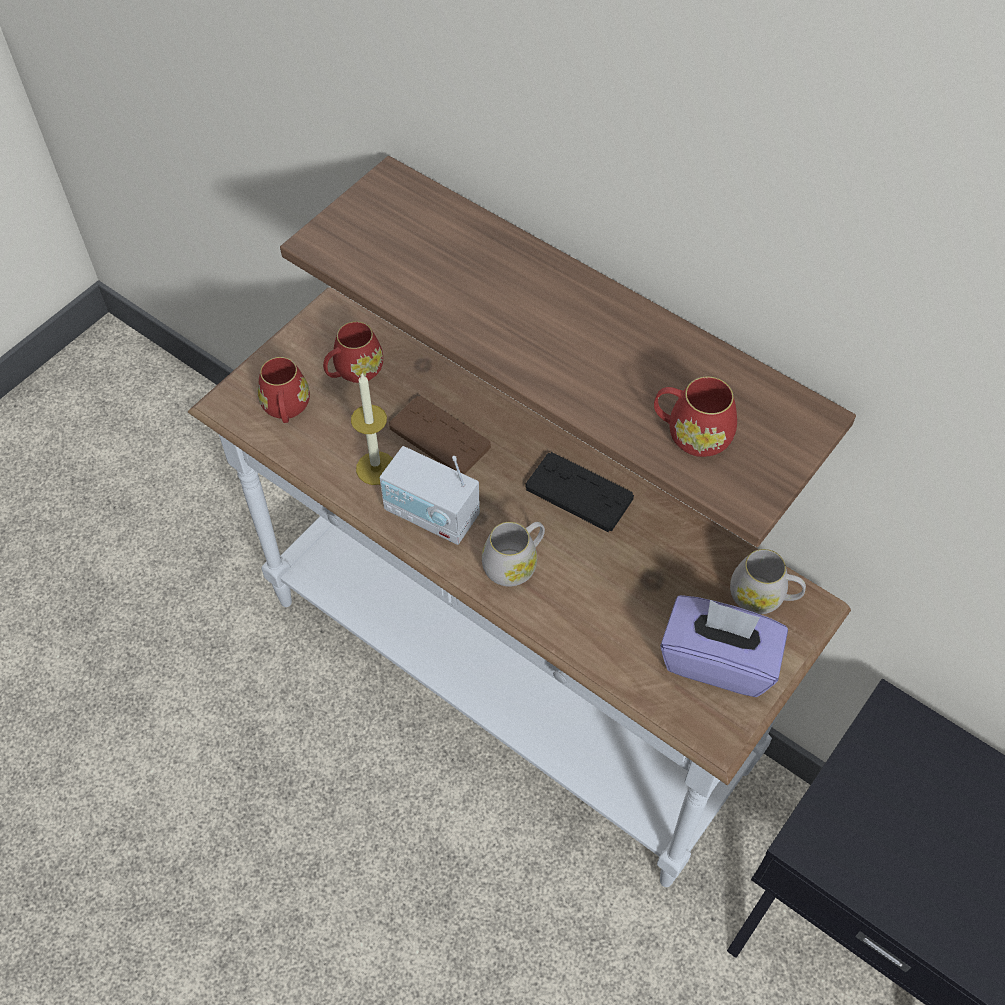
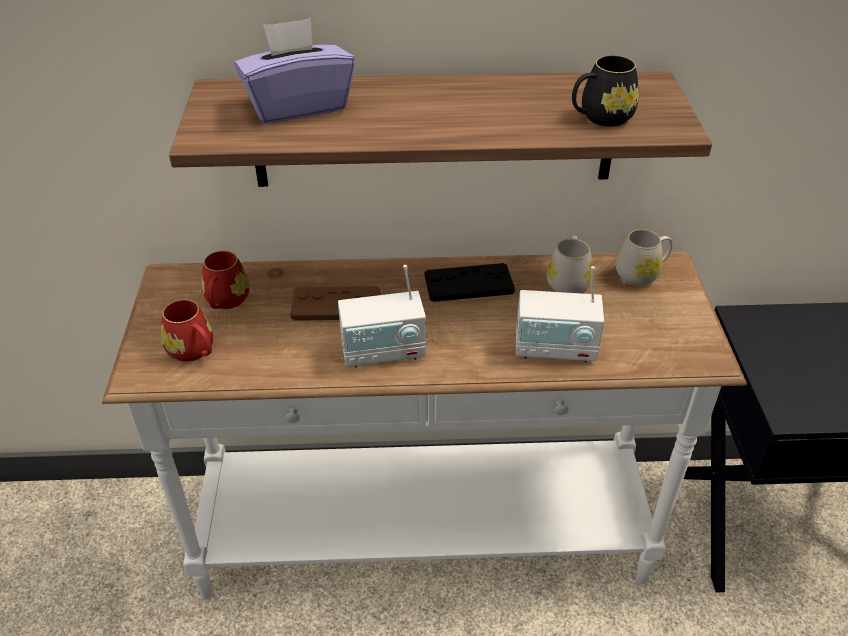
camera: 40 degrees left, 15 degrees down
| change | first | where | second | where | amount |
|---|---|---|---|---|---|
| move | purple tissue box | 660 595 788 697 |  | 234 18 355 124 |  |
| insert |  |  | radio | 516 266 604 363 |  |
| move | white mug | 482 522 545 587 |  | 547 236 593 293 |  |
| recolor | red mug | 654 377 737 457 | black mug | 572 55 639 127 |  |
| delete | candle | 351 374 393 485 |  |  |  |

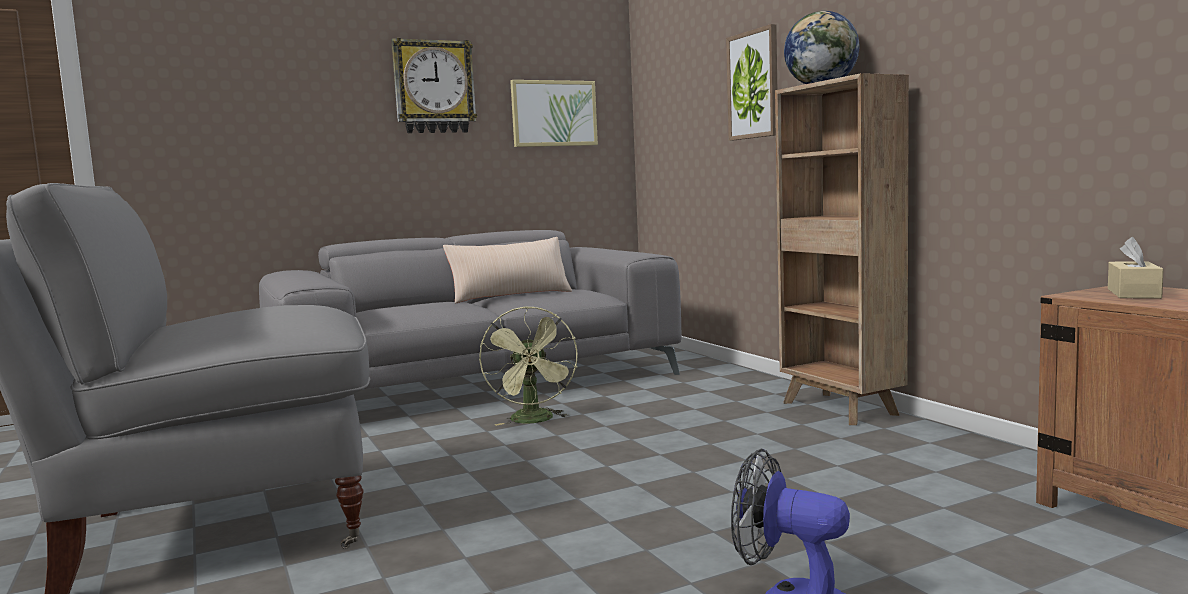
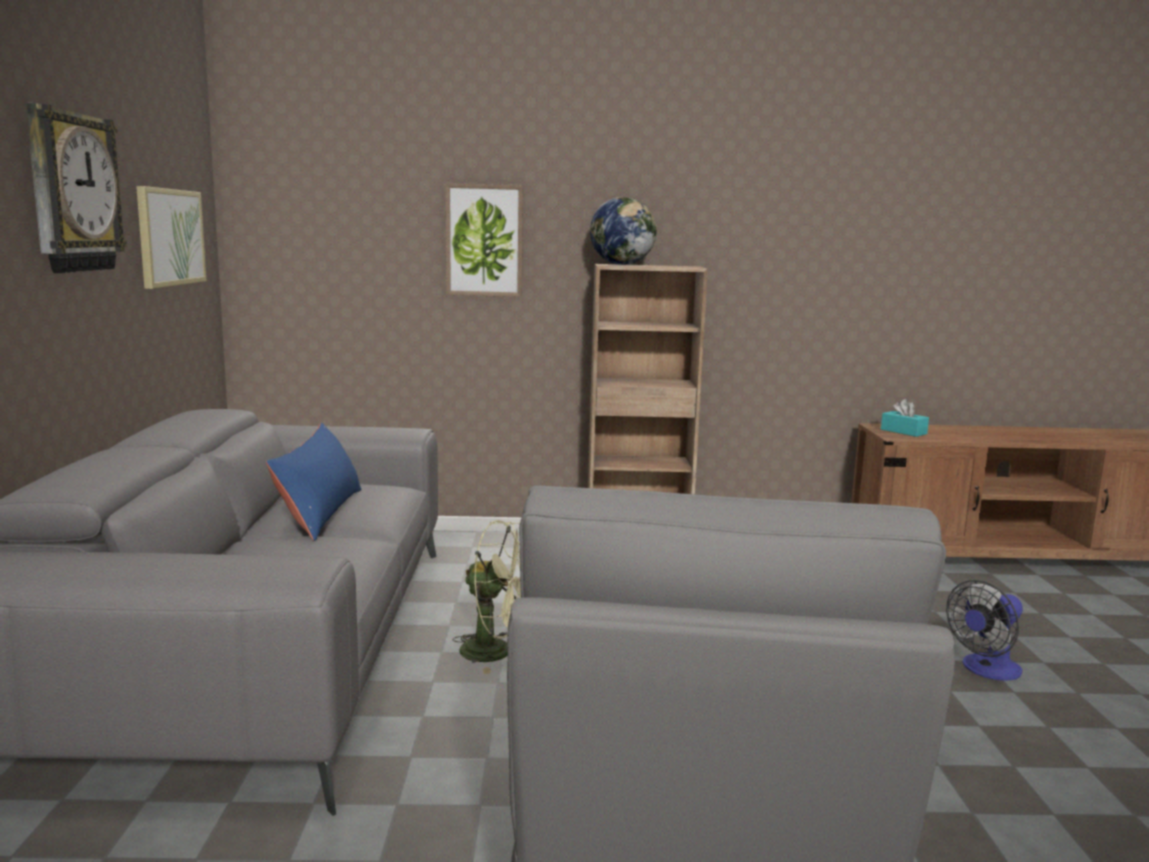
camera: 65 degrees left, 5 degrees up
| change | first | where | second | where | amount |
|---|---|---|---|---|---|
| recolor | beige pillow | 443 237 572 303 | blue pillow | 266 423 361 541 |  |
| recolor | beige tissue box | 1108 237 1164 299 | turquoise tissue box | 881 399 929 437 |  |

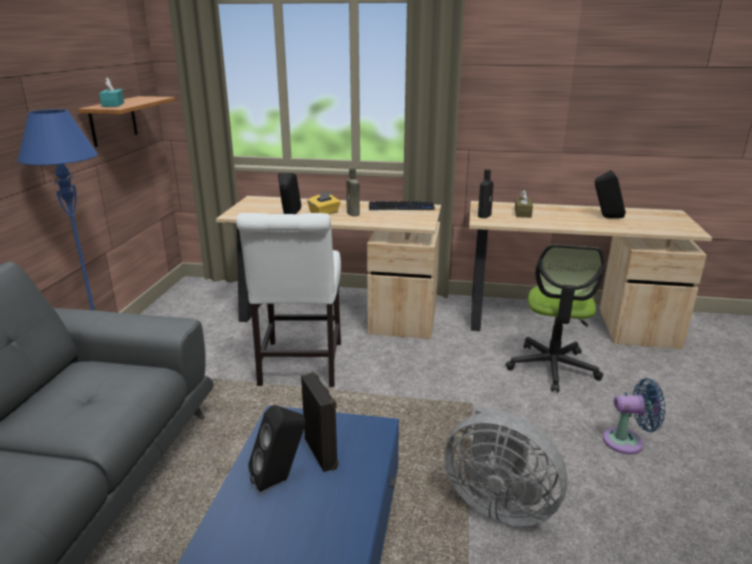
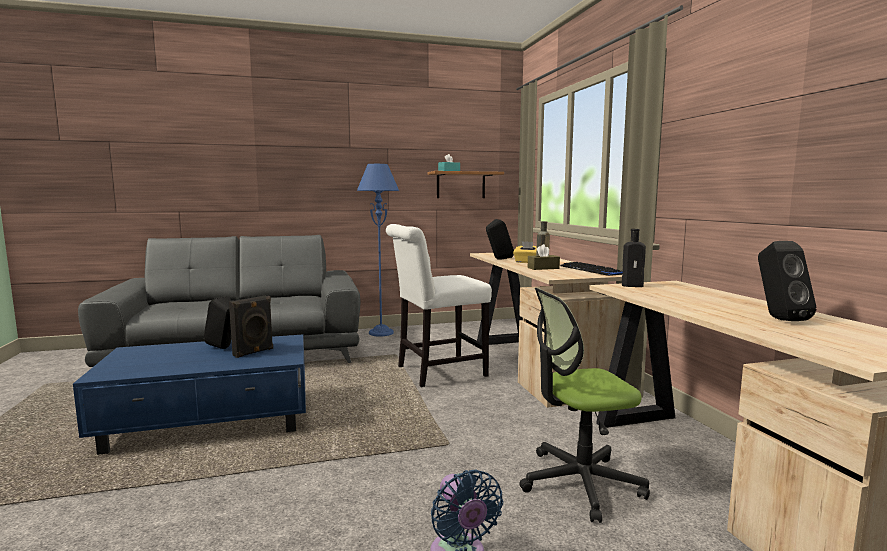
camera: 65 degrees right, 15 degrees down
| change | first | where | second | where | amount |
|---|---|---|---|---|---|
| move | brown tissue box | 515 190 533 218 |  | 528 244 560 270 |  |
| delete | grey fan | 444 405 568 526 |  |  |  |

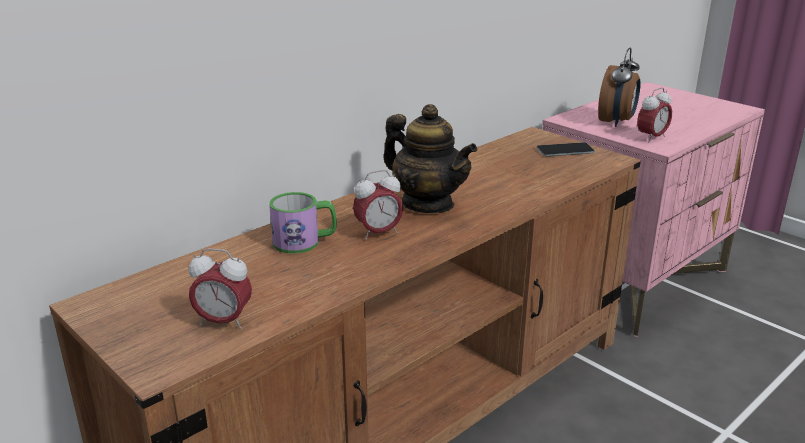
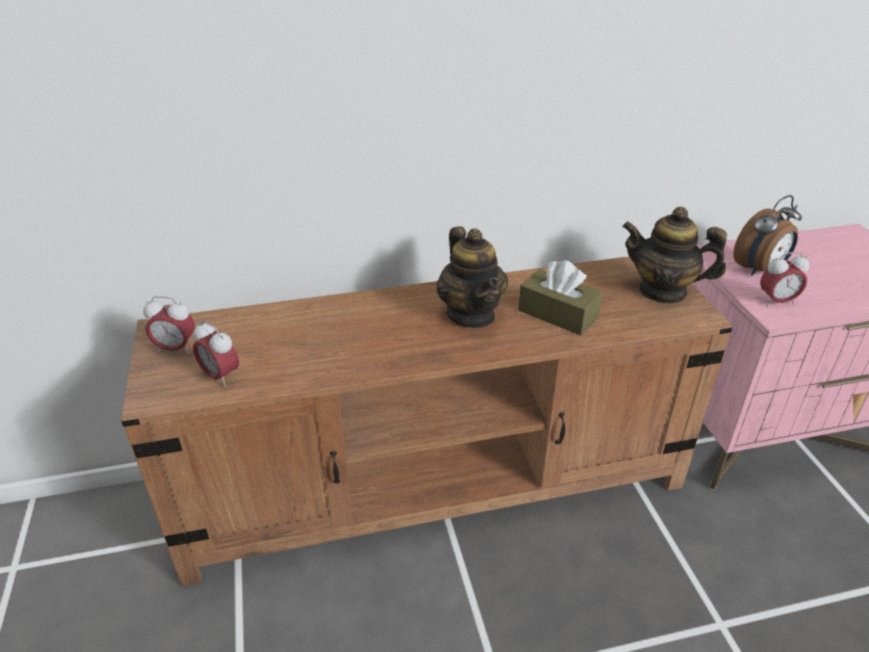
camera: 30 degrees right, 10 degrees up
| change | first | where | second | where | amount |
|---|---|---|---|---|---|
| move | alarm clock | 353 170 403 240 |  | 143 296 195 354 |  |
| insert |  |  | brown tissue box | 518 260 603 335 |  |
| replace | phone | 537 142 594 156 | teapot | 622 207 727 304 |  |
| delete | mug | 269 192 337 254 |  |  |  |

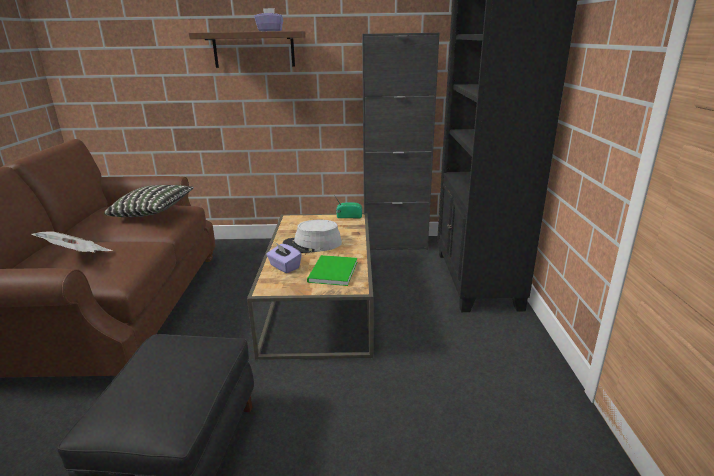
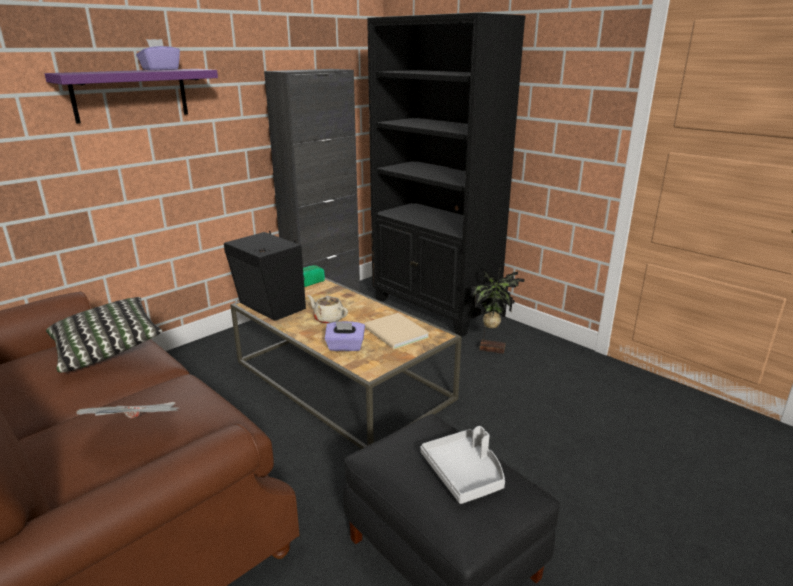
camera: 45 degrees left, 0 degrees up
| change | first | where | second | where | amount |
|---|---|---|---|---|---|
| recolor | brown shelf | 189 31 305 68 | purple shelf | 45 69 218 124 |  |
| insert |  |  | black speaker | 224 231 306 321 |  |
| replace | grey hat | 283 220 342 253 | beige teapot | 307 295 348 324 |  |
| recolor | green book | 307 255 357 286 | beige book | 364 313 429 349 |  |
| insert |  |  | grey tray | 420 426 505 504 |  |
| insert |  |  | potted plant | 470 268 525 354 |  |

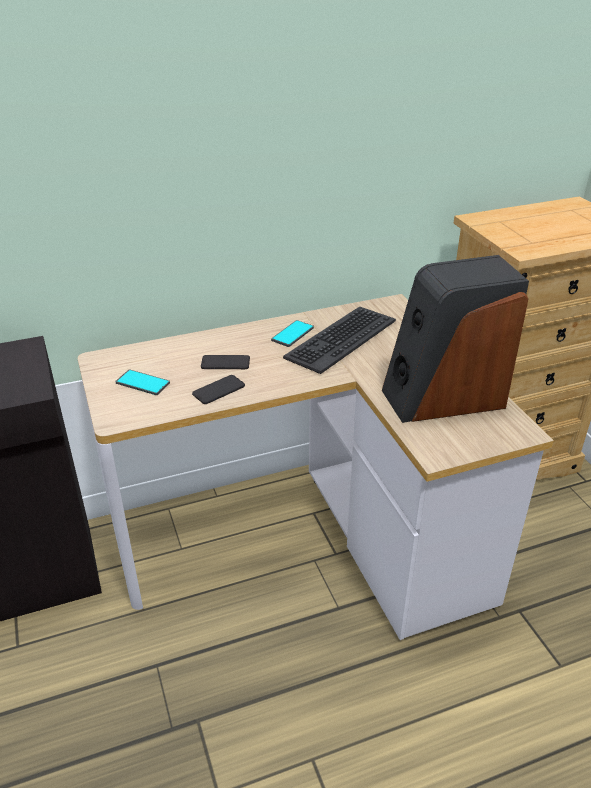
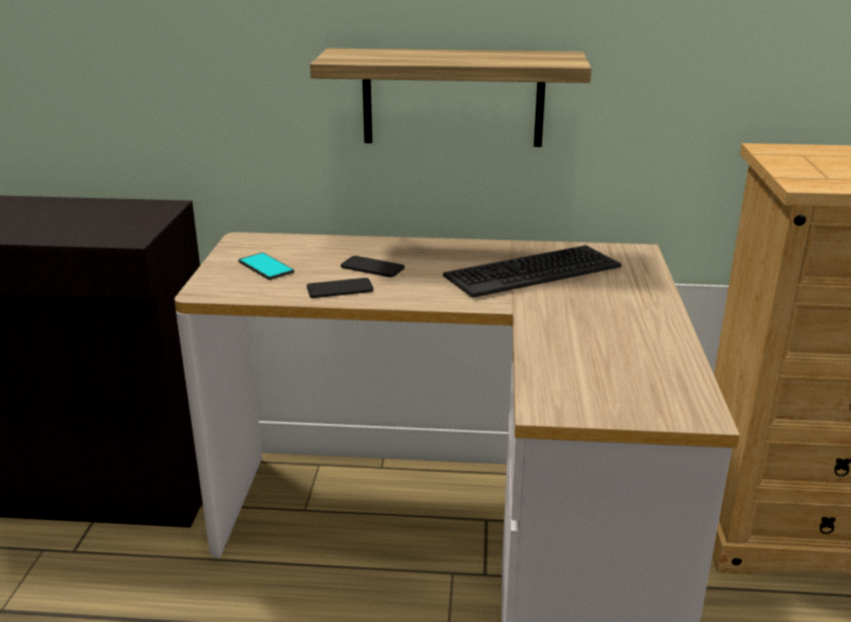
camera: 25 degrees right, 10 degrees down
| change | first | where | second | where | amount |
|---|---|---|---|---|---|
| insert |  |  | shelf | 310 48 592 147 |  |
| delete | phone | 271 320 314 347 |  |  |  |
| delete | speaker | 382 255 529 423 |  |  |  |

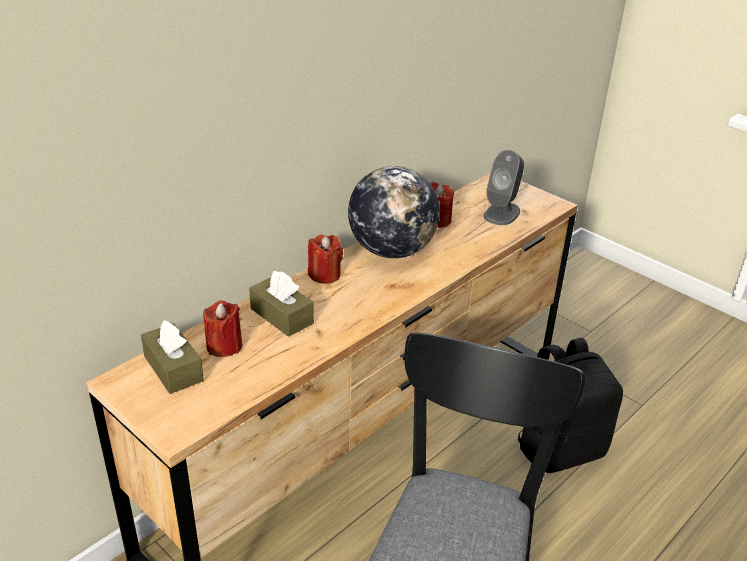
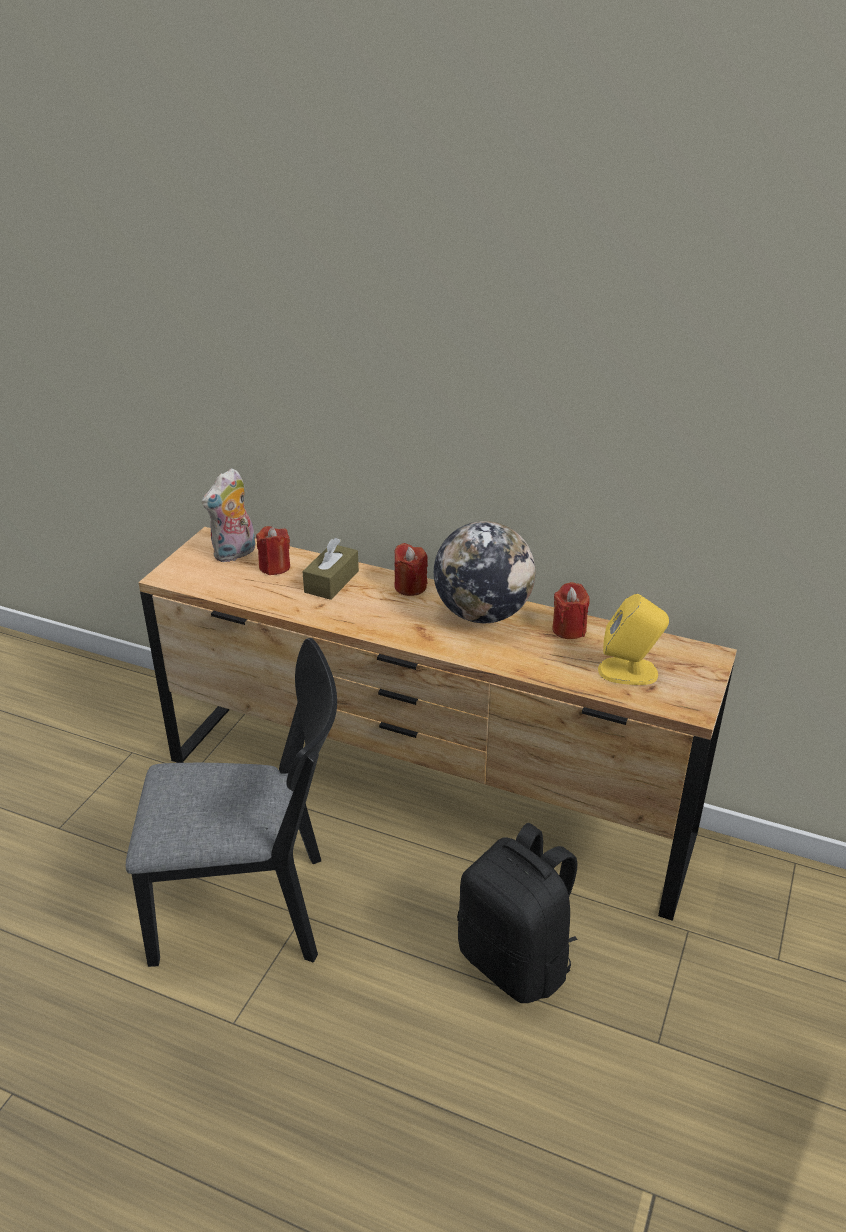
camera: 70 degrees right, 0 degrees up
| change | first | where | second | where | amount |
|---|---|---|---|---|---|
| replace | brown tissue box | 141 320 204 394 | plush toy | 202 468 256 562 |  |
| recolor | grey speaker | 484 150 524 225 | yellow speaker | 598 594 669 685 |  |

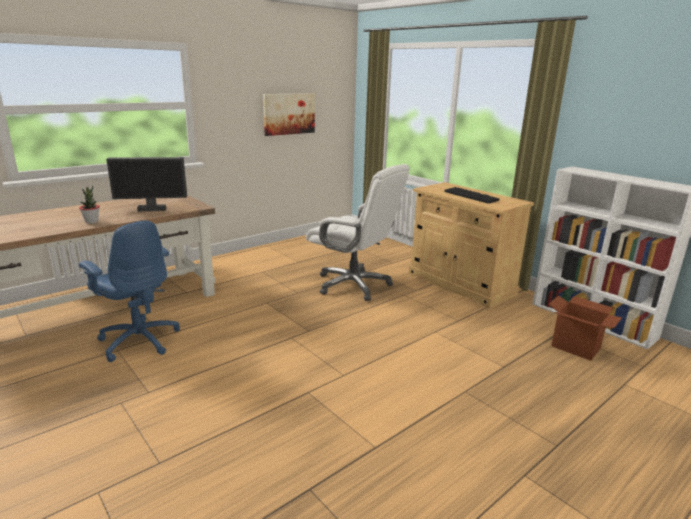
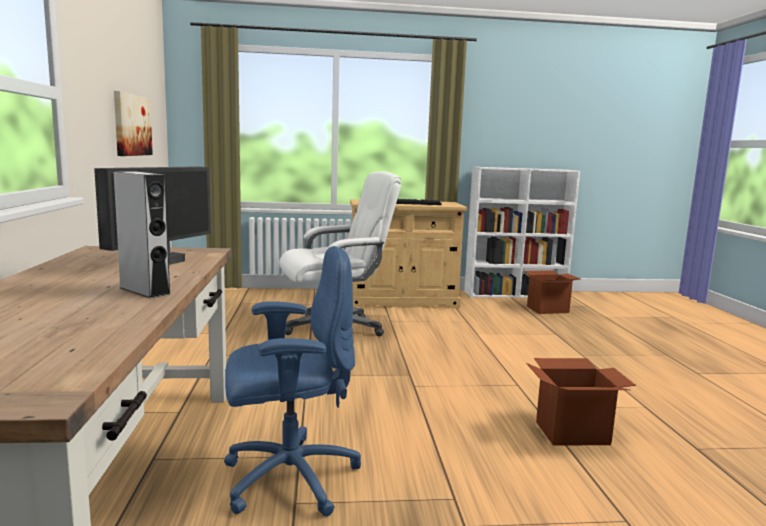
camera: 55 degrees left, 10 degrees down
| change | first | where | second | where | amount |
|---|---|---|---|---|---|
| replace | potted plant | 79 186 100 224 | grey speaker | 114 171 170 298 |  |
| insert |  |  | cardboard box | 526 358 636 446 |  |

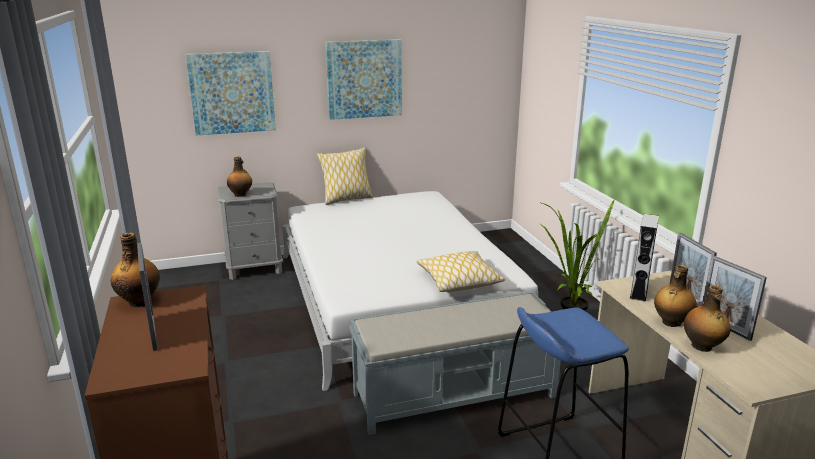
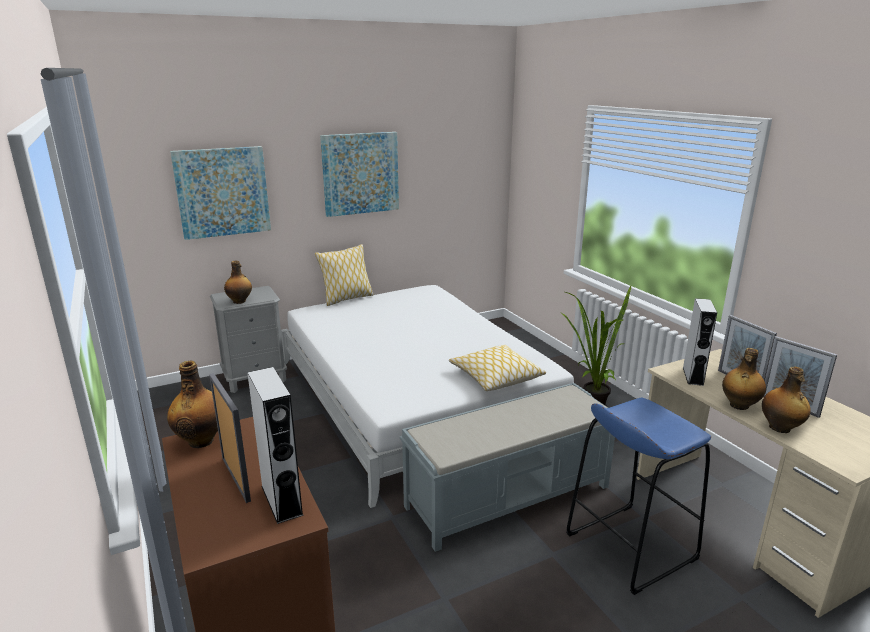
camera: 10 degrees left, 0 degrees up
| change | first | where | second | where | amount |
|---|---|---|---|---|---|
| insert |  |  | grey speaker | 247 367 304 524 |  |

